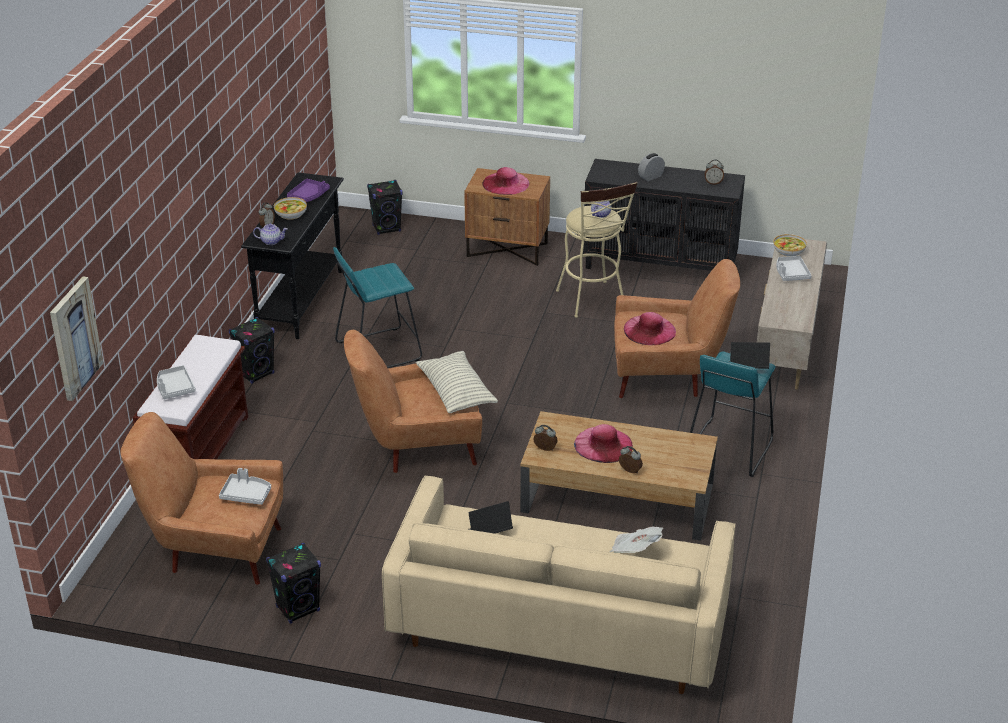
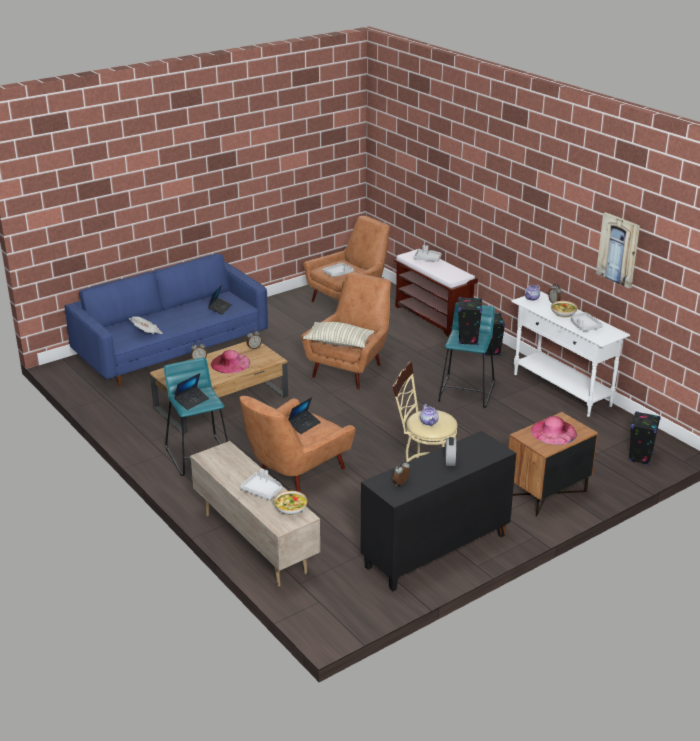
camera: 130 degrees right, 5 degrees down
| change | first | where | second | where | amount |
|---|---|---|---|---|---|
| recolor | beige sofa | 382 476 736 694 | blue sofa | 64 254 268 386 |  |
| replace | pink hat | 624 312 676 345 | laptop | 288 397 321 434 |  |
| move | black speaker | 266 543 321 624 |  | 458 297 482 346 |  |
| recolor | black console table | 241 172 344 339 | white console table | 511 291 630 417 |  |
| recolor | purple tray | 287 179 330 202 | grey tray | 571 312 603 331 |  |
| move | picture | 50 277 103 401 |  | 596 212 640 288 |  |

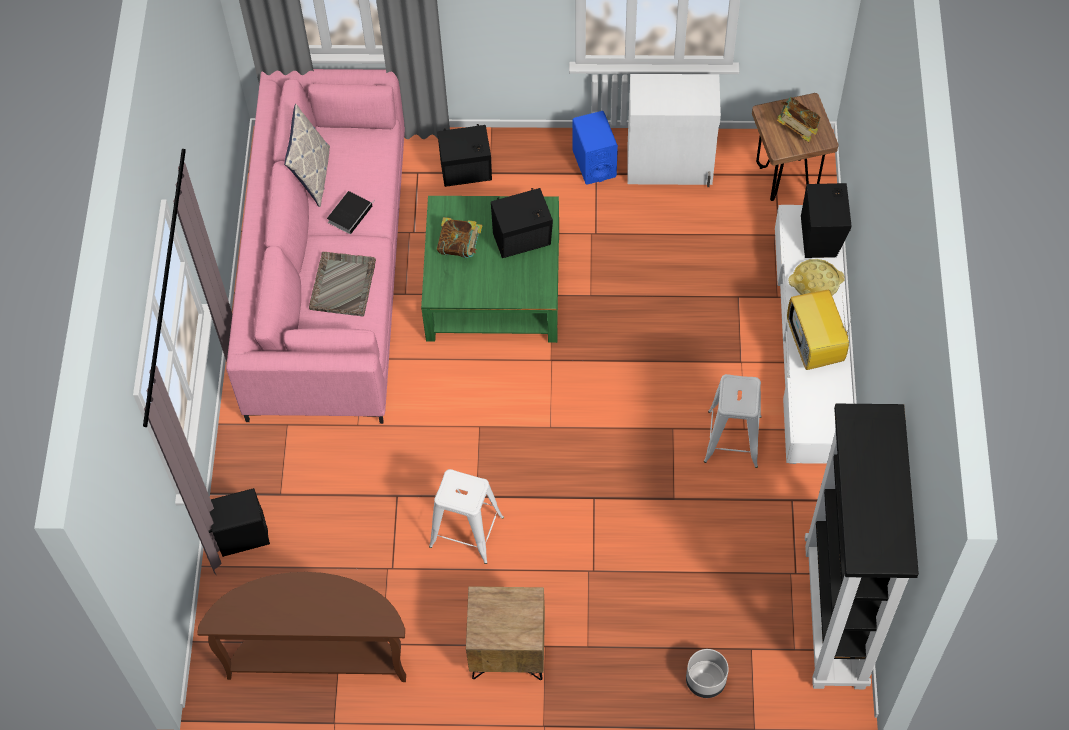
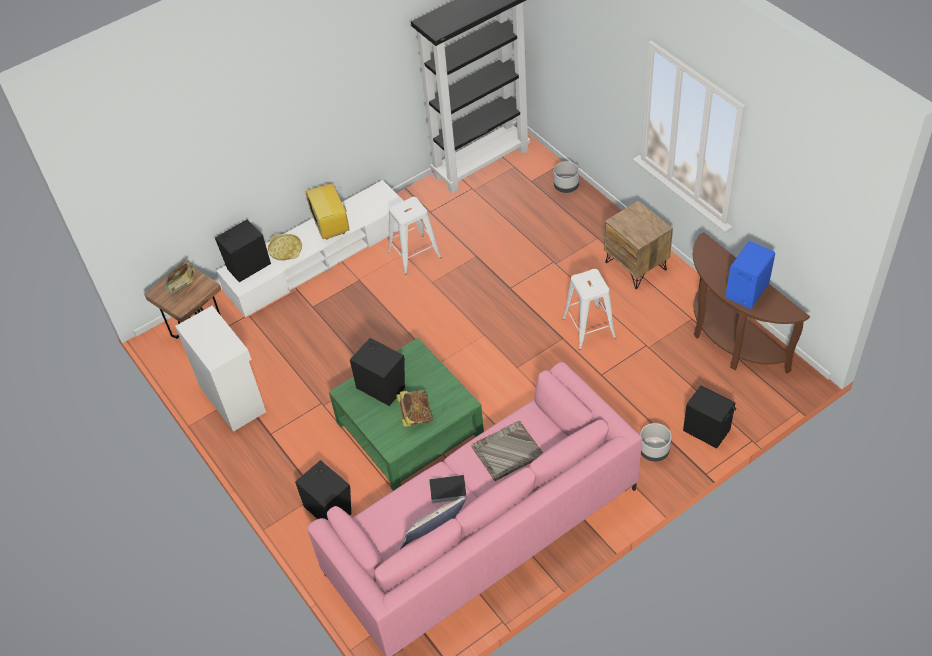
camera: 125 degrees left, 10 degrees down
| change | first | where | second | where | amount |
|---|---|---|---|---|---|
| rotate | television | 787 289 852 370 |  | 306 183 349 239 | 120 degrees clockwise |
| insert |  |  | grey planter | 640 423 671 462 |  |
| move | blue speaker | 572 111 618 185 |  | 725 241 775 309 |  |

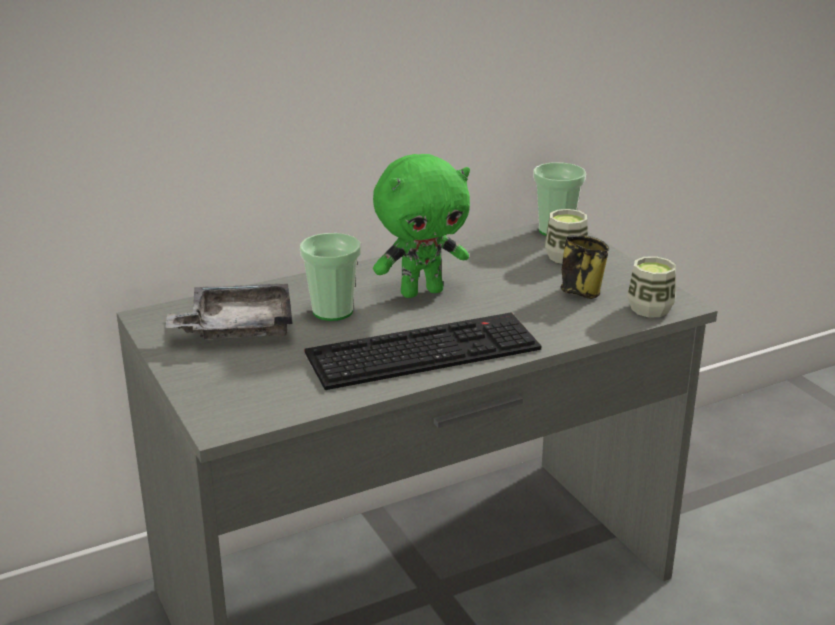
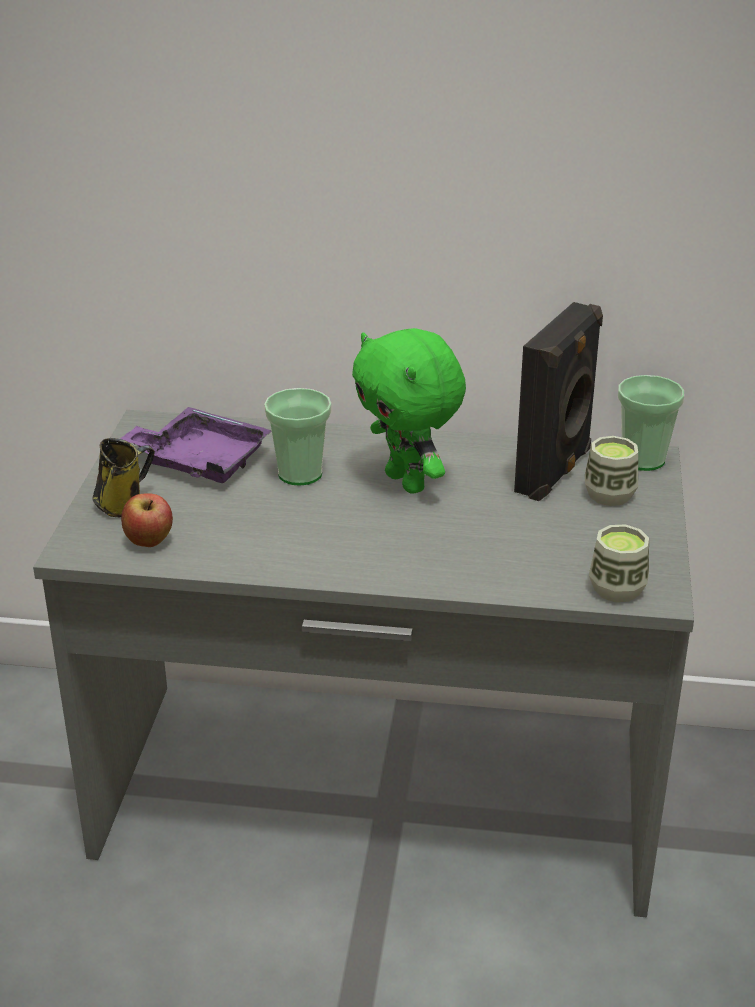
camera: 35 degrees right, 5 degrees up
| change | first | where | second | where | amount |
|---|---|---|---|---|---|
| move | mug | 560 235 609 299 |  | 92 438 155 517 |  |
| recolor | grey tray | 165 284 293 340 | purple tray | 120 407 272 483 |  |
| insert |  |  | apple | 121 493 173 547 |  |
| rotate | green plush toy | 373 154 470 298 |  | 352 328 466 494 | 45 degrees clockwise |
| insert |  |  | black speaker | 514 302 603 501 |  |
| delete | keyboard | 305 312 541 390 |  |  |  |

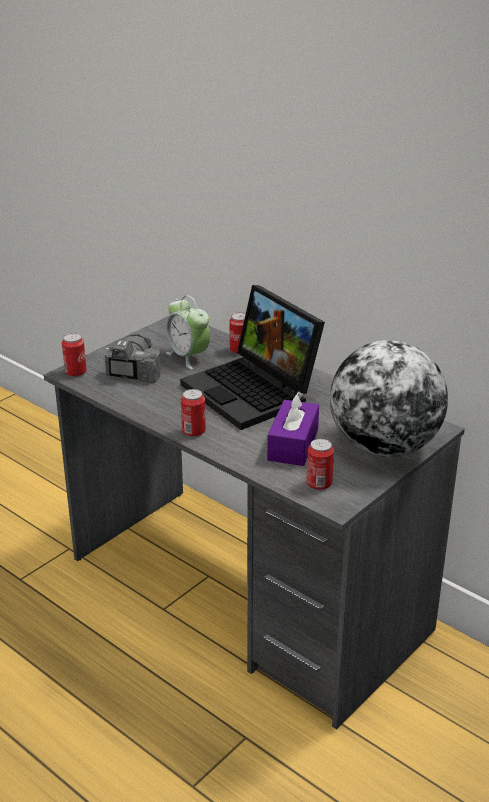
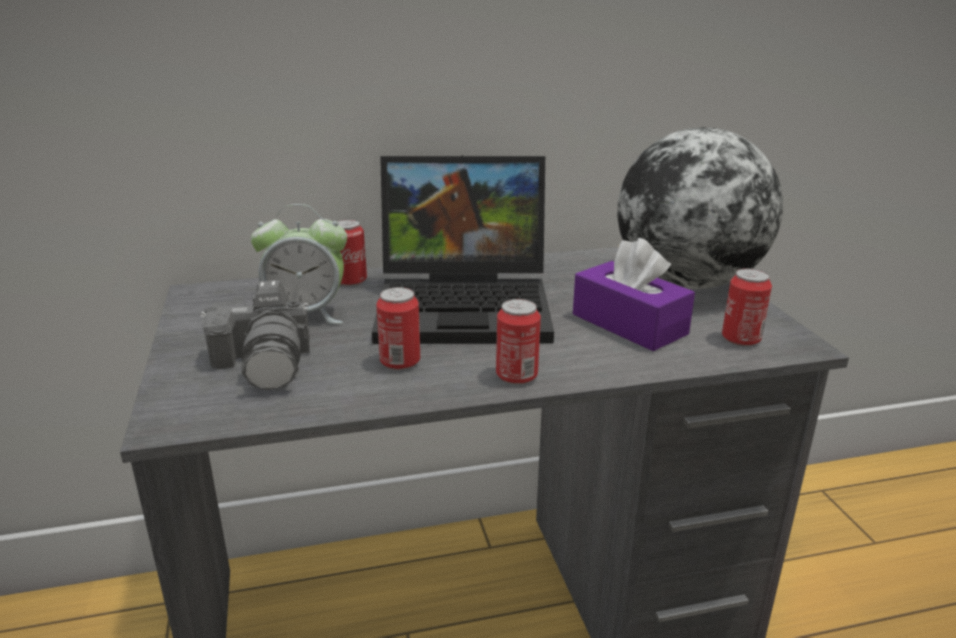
camera: 55 degrees left, 5 degrees down
| change | first | where | second | where | amount |
|---|---|---|---|---|---|
| rotate | photo camera | 105 331 160 383 |  | 201 280 310 390 | 150 degrees counterclockwise |
| move | can | 62 333 87 377 |  | 376 287 420 370 |  |

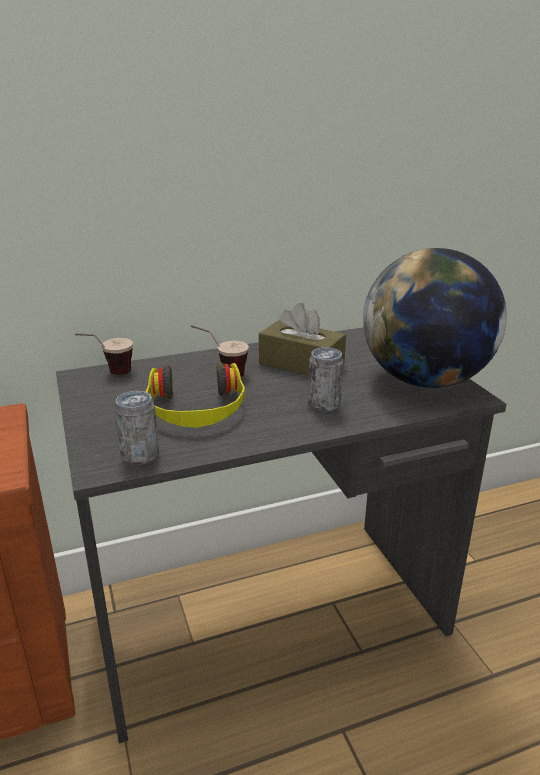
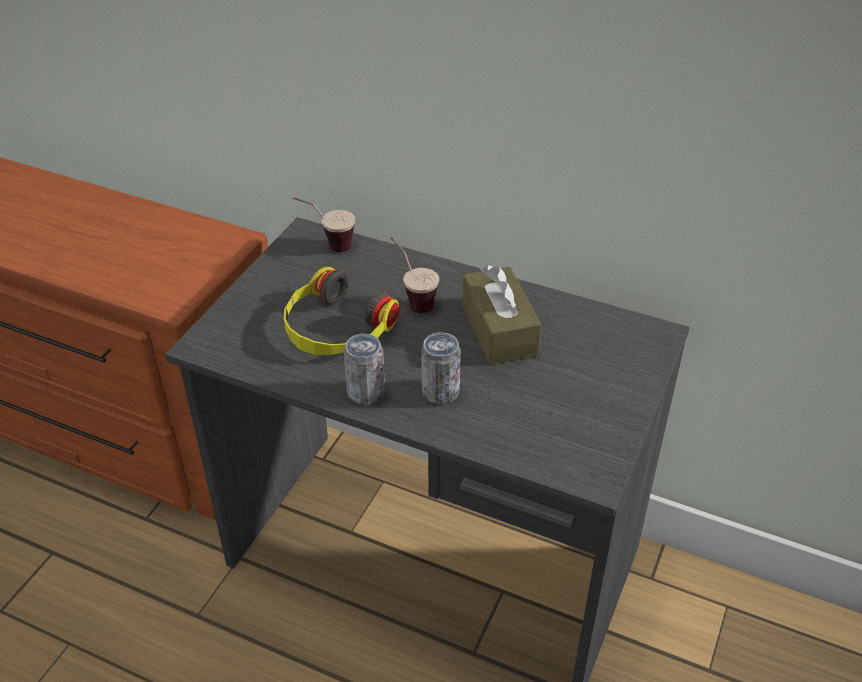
camera: 45 degrees right, 15 degrees up
| change | first | where | second | where | amount |
|---|---|---|---|---|---|
| move | can | 114 391 159 465 |  | 344 334 385 405 |  |
| delete | globe | 363 248 507 388 |  |  |  |

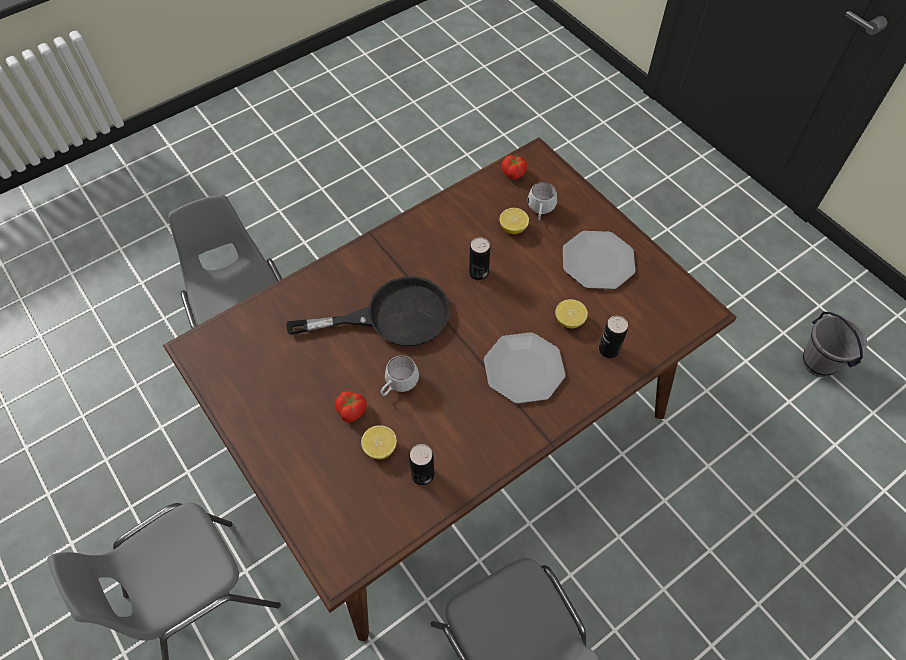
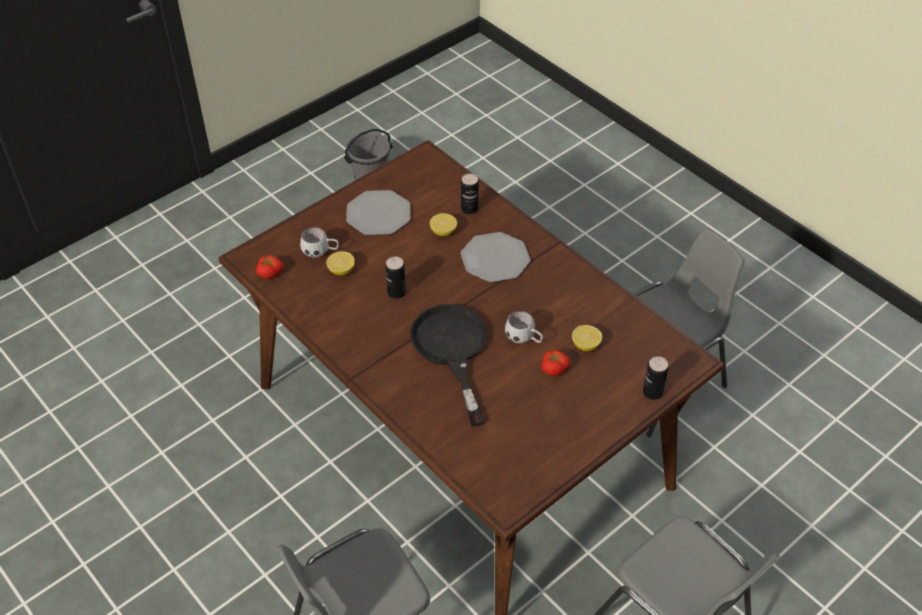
camera: 95 degrees left, 10 degrees down
| change | first | where | second | where | amount |
|---|---|---|---|---|---|
| move | can | 409 444 434 485 |  | 643 356 668 400 |  |

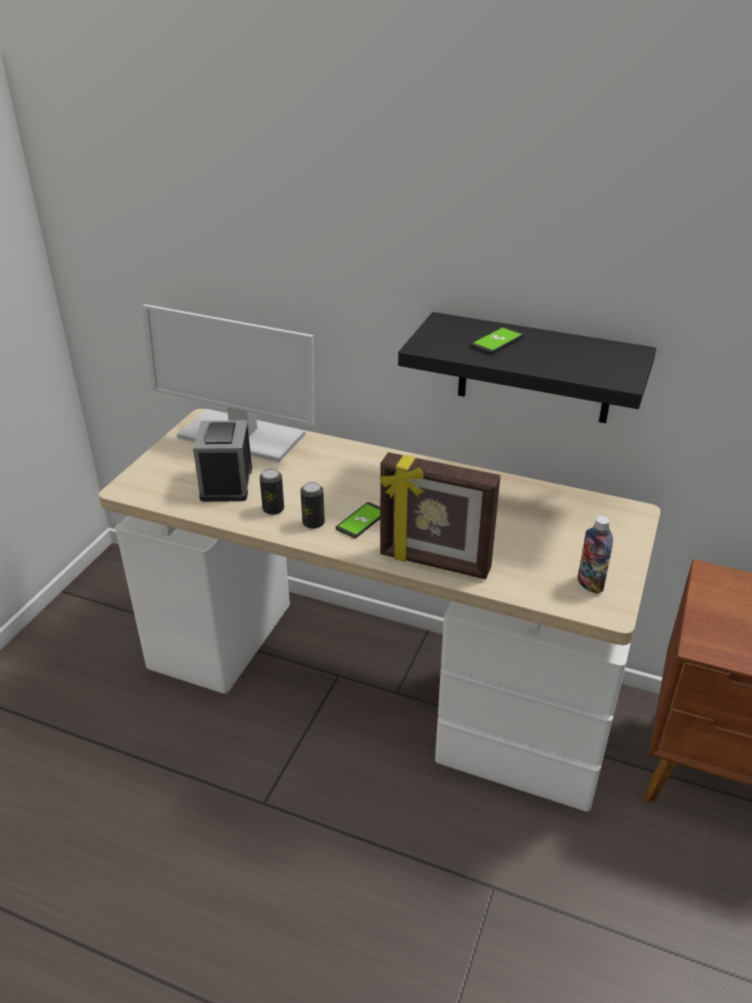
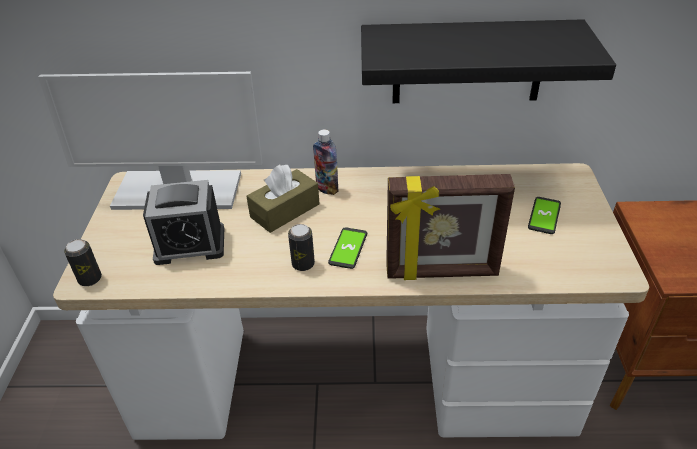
camera: 20 degrees left, 5 degrees up
| change | first | where | second | where | amount |
|---|---|---|---|---|---|
| move | can | 260 469 284 515 |  | 64 239 102 286 |  |
| rotate | alarm clock | 193 420 252 502 |  | 143 180 224 265 | 75 degrees counterclockwise |
| insert |  |  | brown tissue box | 246 164 320 233 |  |
| move | bottle | 578 516 613 594 |  | 313 130 338 195 |  |
| move | phone | 470 326 525 354 |  | 528 197 561 234 |  |

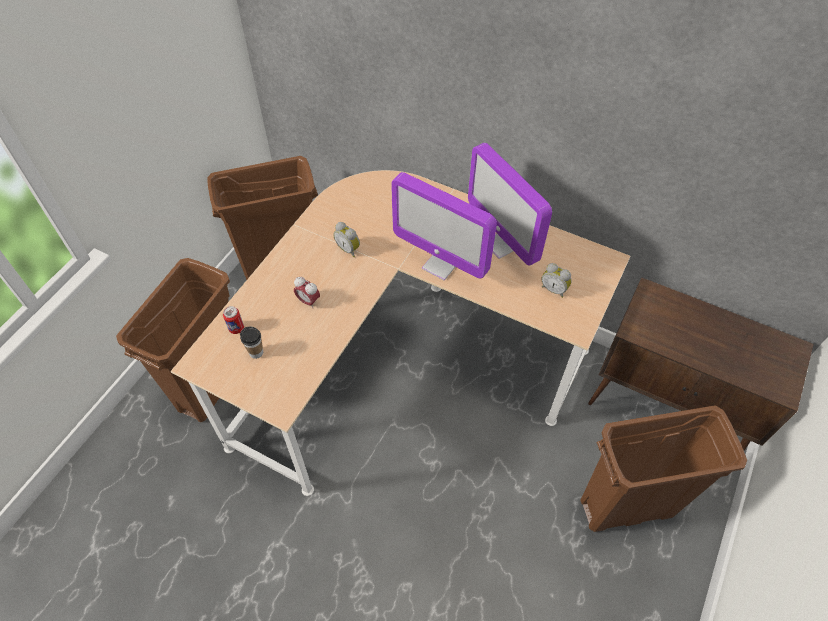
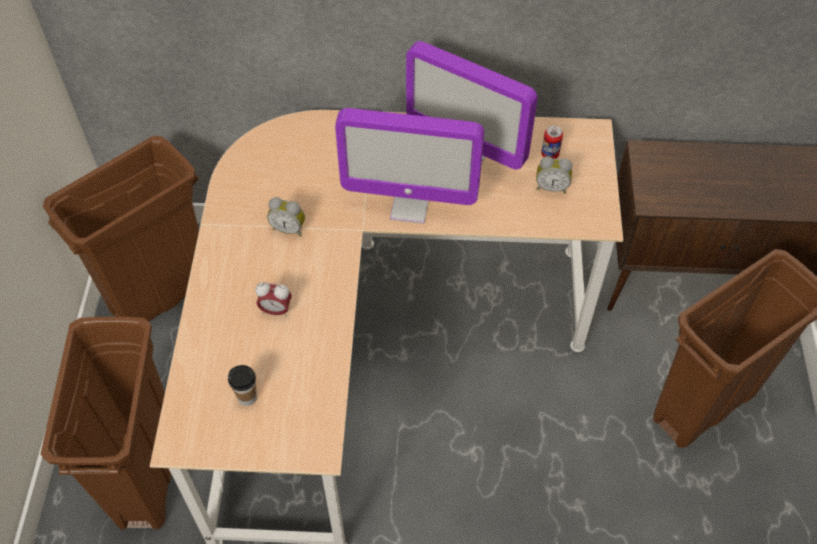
camera: 25 degrees left, 0 degrees up
| change | first | where | second | where | amount |
|---|---|---|---|---|---|
| move | can | 223 306 244 334 |  | 541 125 563 159 |  |

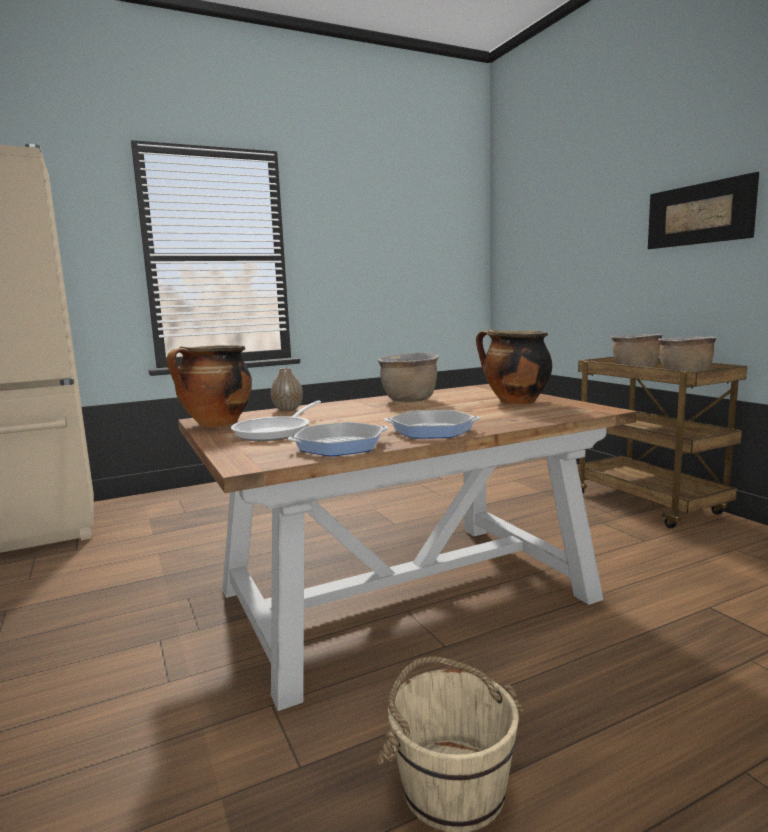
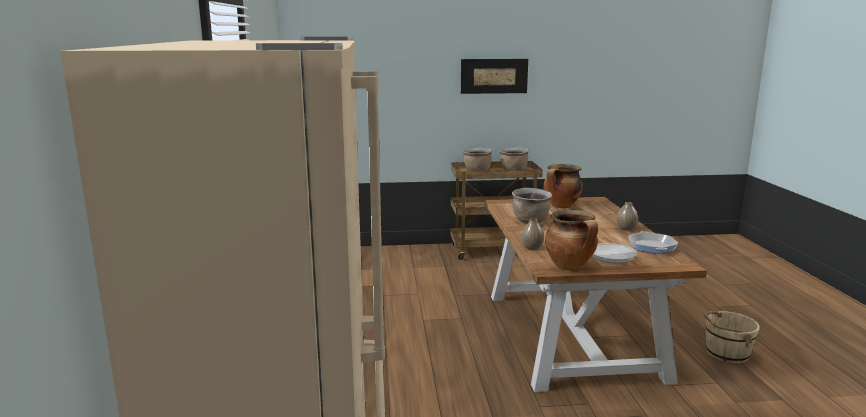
camera: 70 degrees left, 5 degrees up
| change | first | where | second | where | amount |
|---|---|---|---|---|---|
| replace | frying pan | 384 410 480 438 | vase | 617 202 638 231 |  |

